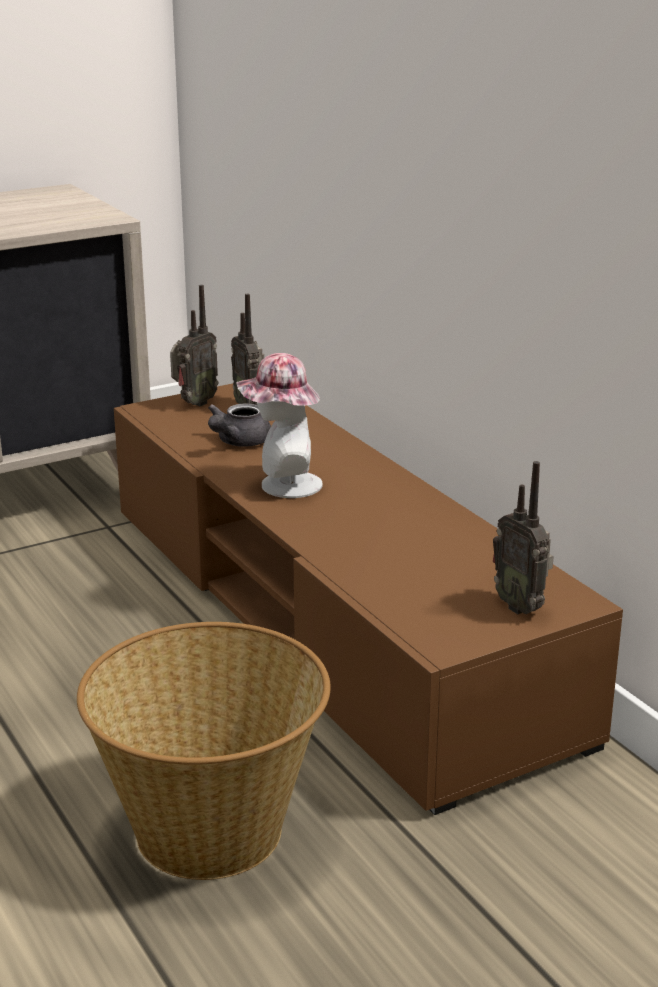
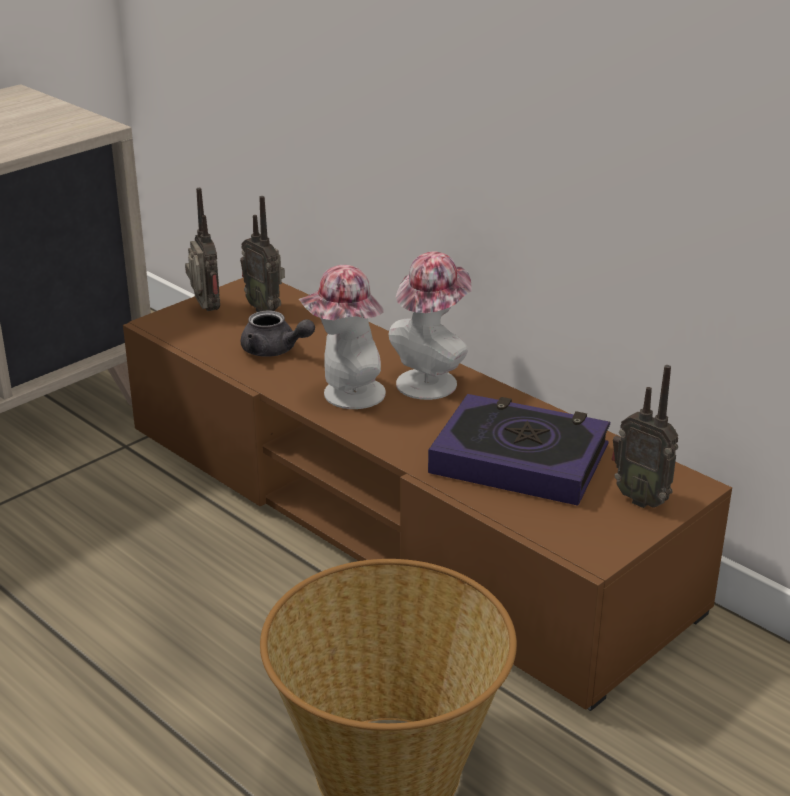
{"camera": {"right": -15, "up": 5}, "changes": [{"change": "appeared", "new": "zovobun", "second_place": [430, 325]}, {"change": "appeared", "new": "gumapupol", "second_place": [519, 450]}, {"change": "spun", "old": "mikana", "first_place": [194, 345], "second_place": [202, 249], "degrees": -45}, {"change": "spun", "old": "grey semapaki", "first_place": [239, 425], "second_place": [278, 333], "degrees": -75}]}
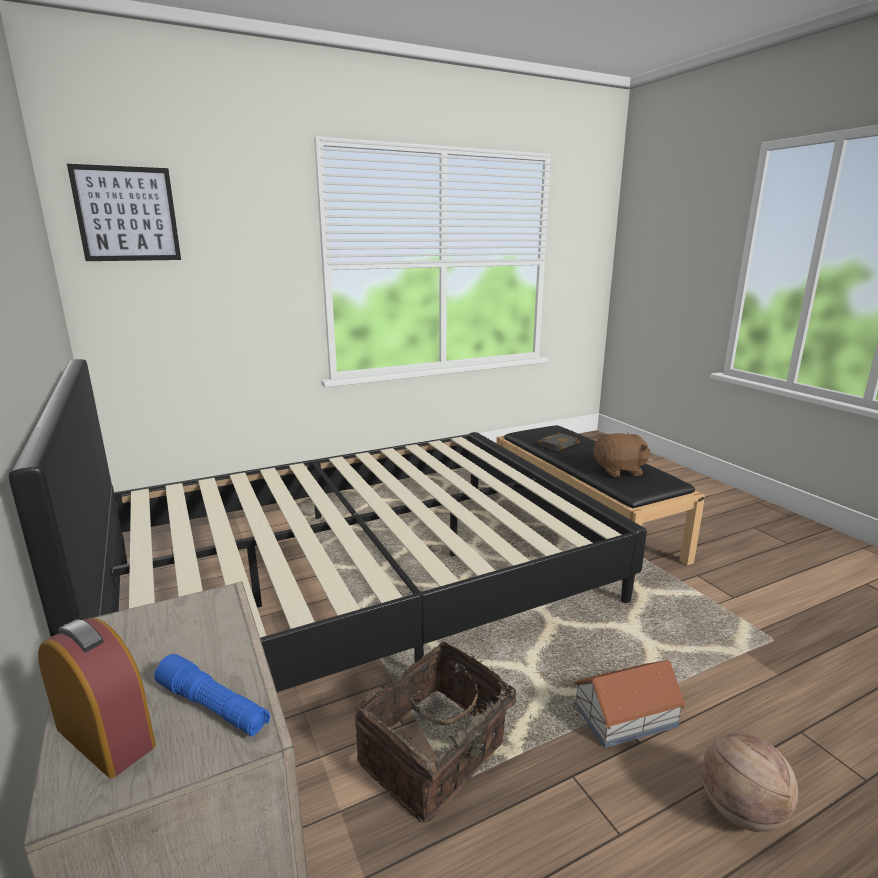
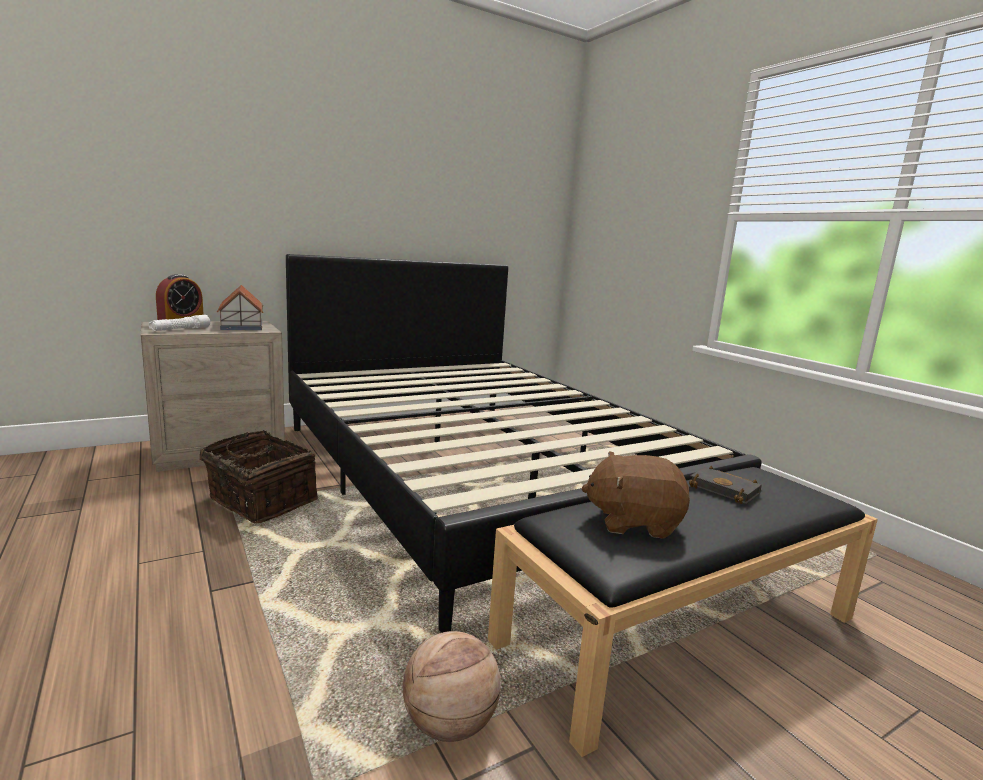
{"camera": {"right": 85, "up": -5}, "changes": [{"change": "missing", "old": "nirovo", "first_place": [124, 212]}, {"change": "relocated", "old": "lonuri", "first_place": [630, 704], "second_place": [240, 307]}, {"change": "relocated", "old": "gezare", "first_place": [750, 782], "second_place": [452, 686]}, {"change": "colour", "old": "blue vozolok", "new": "white vozolok", "first_place": [212, 695], "second_place": [179, 323]}, {"change": "spun", "old": "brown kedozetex", "first_place": [622, 455], "second_place": [636, 495], "degrees": 105}]}
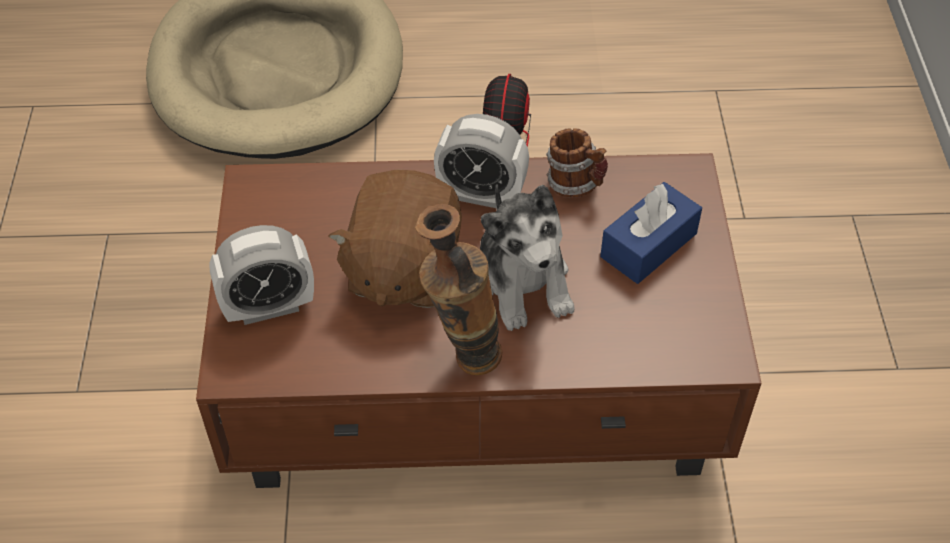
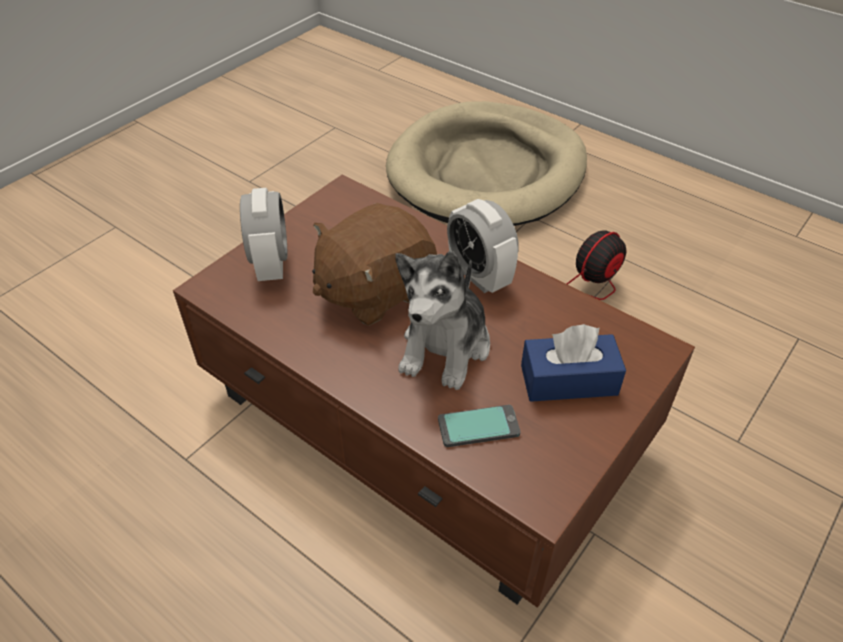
{"camera": {"right": 40, "up": -5}, "changes": [{"change": "missing", "old": "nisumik", "first_place": [458, 289]}, {"change": "missing", "old": "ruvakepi", "first_place": [577, 163]}, {"change": "appeared", "new": "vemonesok", "second_place": [479, 426]}, {"change": "spun", "old": "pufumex", "first_place": [261, 275], "second_place": [264, 234], "degrees": -120}]}
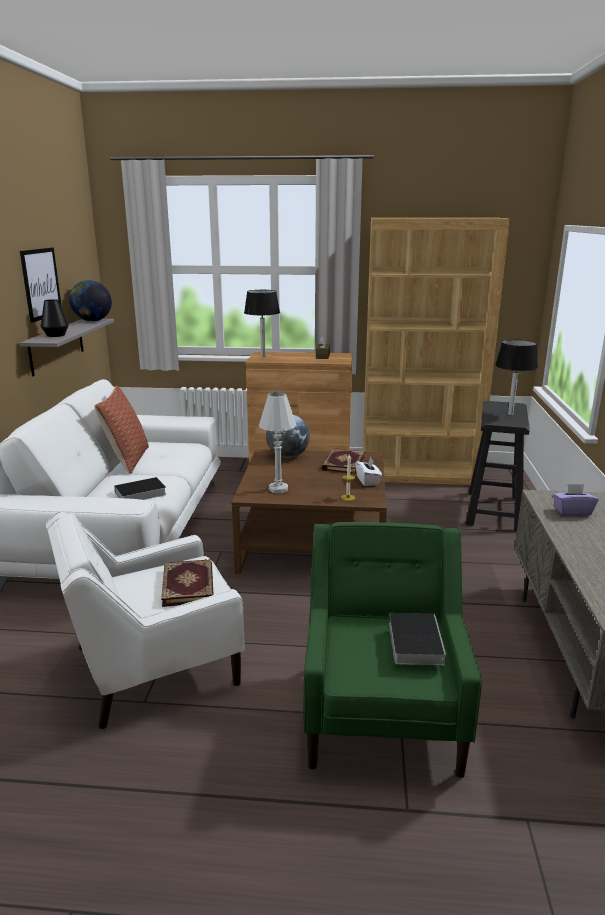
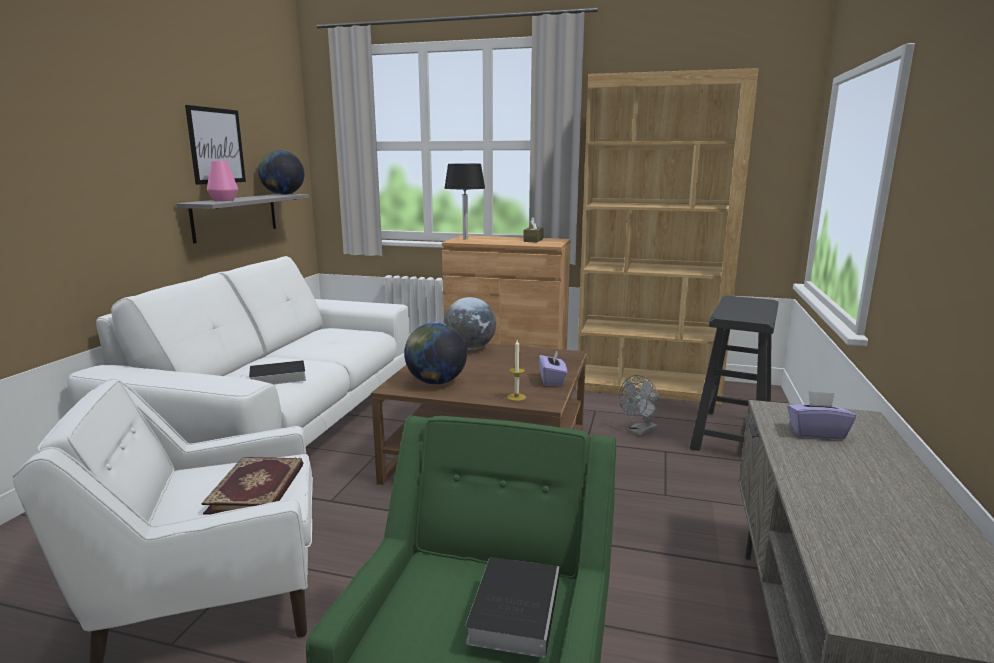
{"camera": {"right": 10, "up": -5}, "changes": [{"change": "missing", "old": "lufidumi", "first_place": [121, 430]}, {"change": "missing", "old": "gumapupol", "first_place": [343, 461]}, {"change": "missing", "old": "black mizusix", "first_place": [516, 377]}, {"change": "appeared", "new": "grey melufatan", "second_place": [639, 405]}, {"change": "exchanged", "old": "white mizusix", "new": "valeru", "first_place": [278, 442], "second_place": [435, 353]}, {"change": "colour", "old": "black nisumik", "new": "pink nisumik", "first_place": [55, 318], "second_place": [222, 181]}, {"change": "colour", "old": "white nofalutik", "new": "purple nofalutik", "first_place": [368, 471], "second_place": [553, 368]}]}
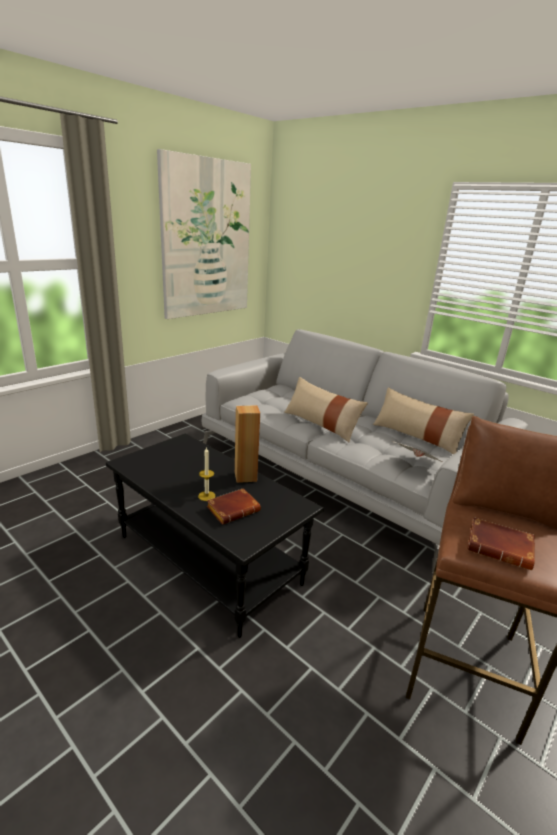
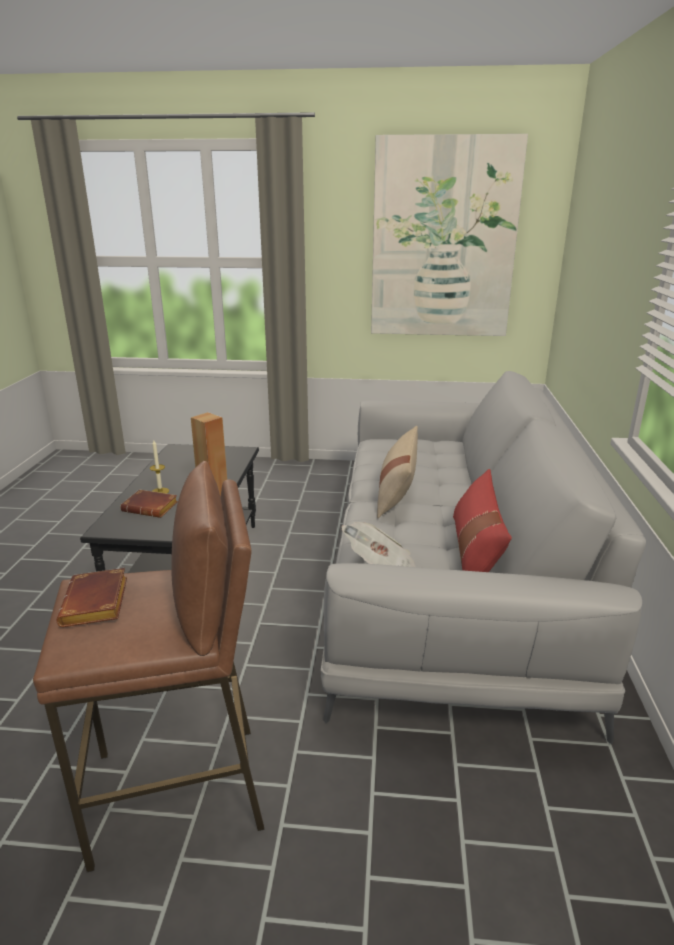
{"camera": {"right": 55, "up": 0}, "changes": [{"change": "colour", "old": "beige lufidumi", "new": "red lufidumi", "first_place": [423, 421], "second_place": [482, 520]}]}
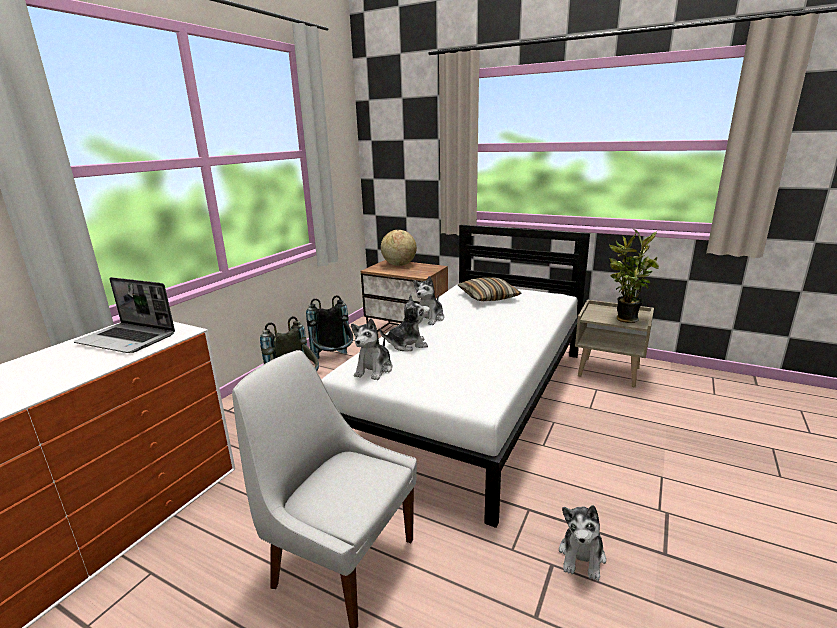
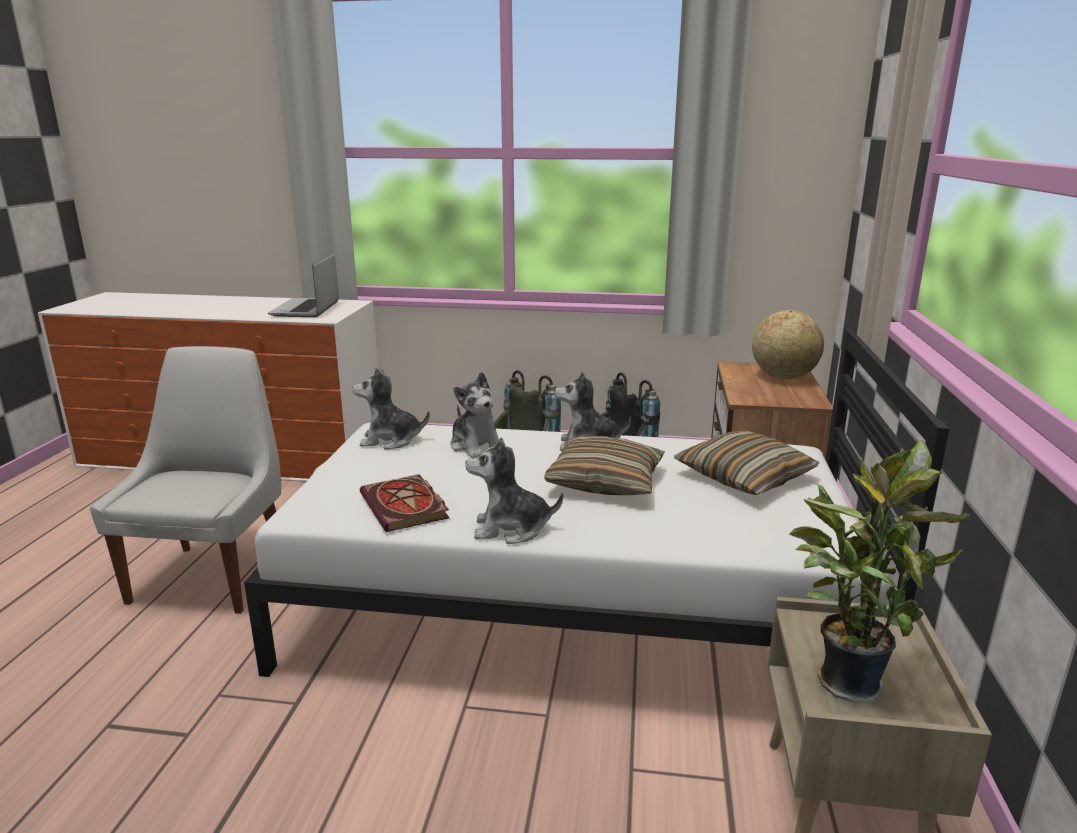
{"camera": {"right": 70, "up": 0}, "changes": [{"change": "appeared", "new": "gumapupol", "second_place": [404, 503]}, {"change": "appeared", "new": "lufidumi", "second_place": [604, 465]}, {"change": "relocated", "old": "kedozetex", "first_place": [582, 543], "second_place": [514, 490]}]}
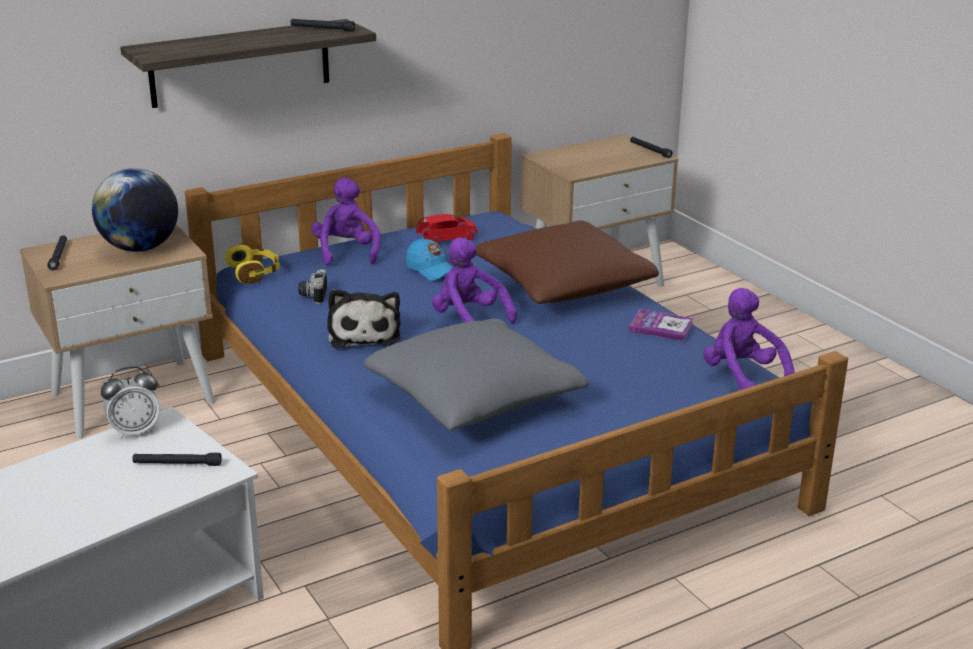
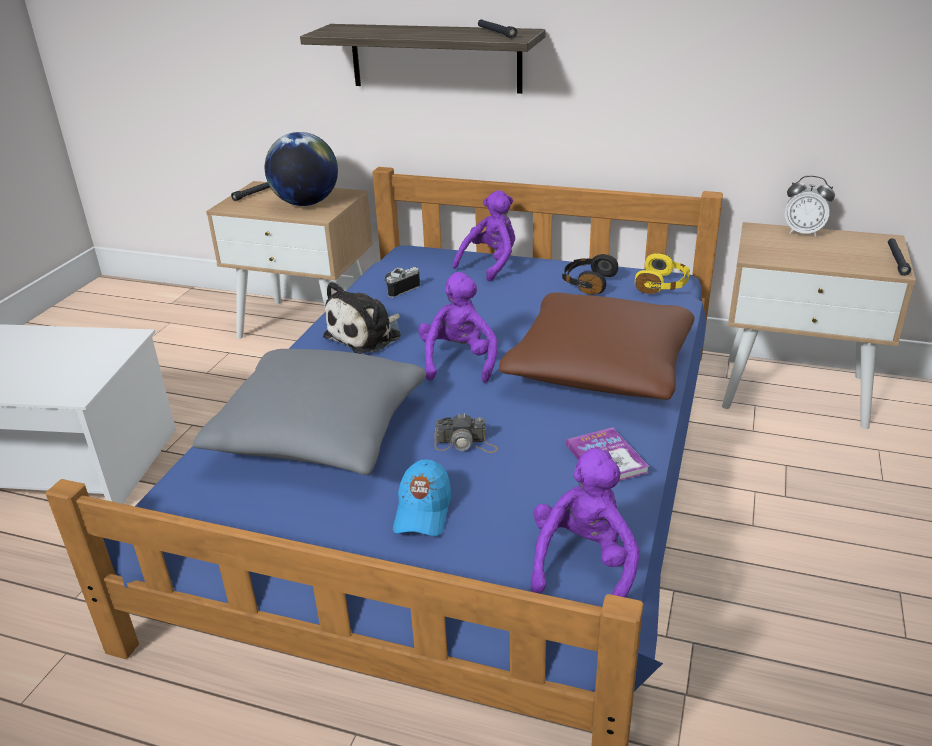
{"camera": {"right": 50, "up": 5}, "changes": [{"change": "missing", "old": "black vozolok", "first_place": [176, 459]}, {"change": "appeared", "new": "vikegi", "second_place": [466, 433]}, {"change": "relocated", "old": "pufumex", "first_place": [130, 402], "second_place": [810, 206]}, {"change": "relocated", "old": "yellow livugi", "first_place": [252, 264], "second_place": [662, 273]}, {"change": "relocated", "old": "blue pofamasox", "first_place": [429, 259], "second_place": [422, 498]}, {"change": "exchanged", "old": "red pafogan", "new": "black livugi", "first_place": [447, 228], "second_place": [590, 274]}]}
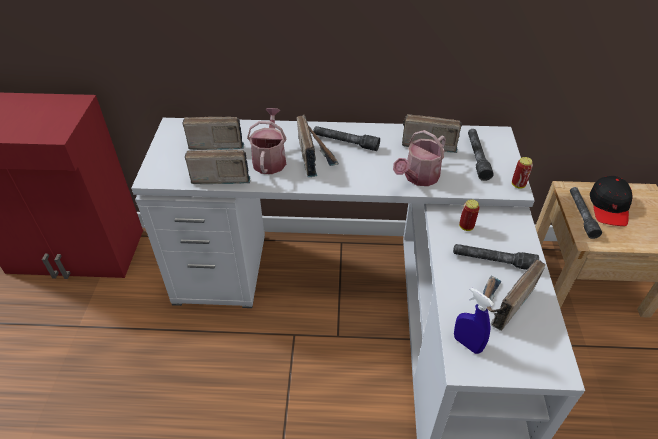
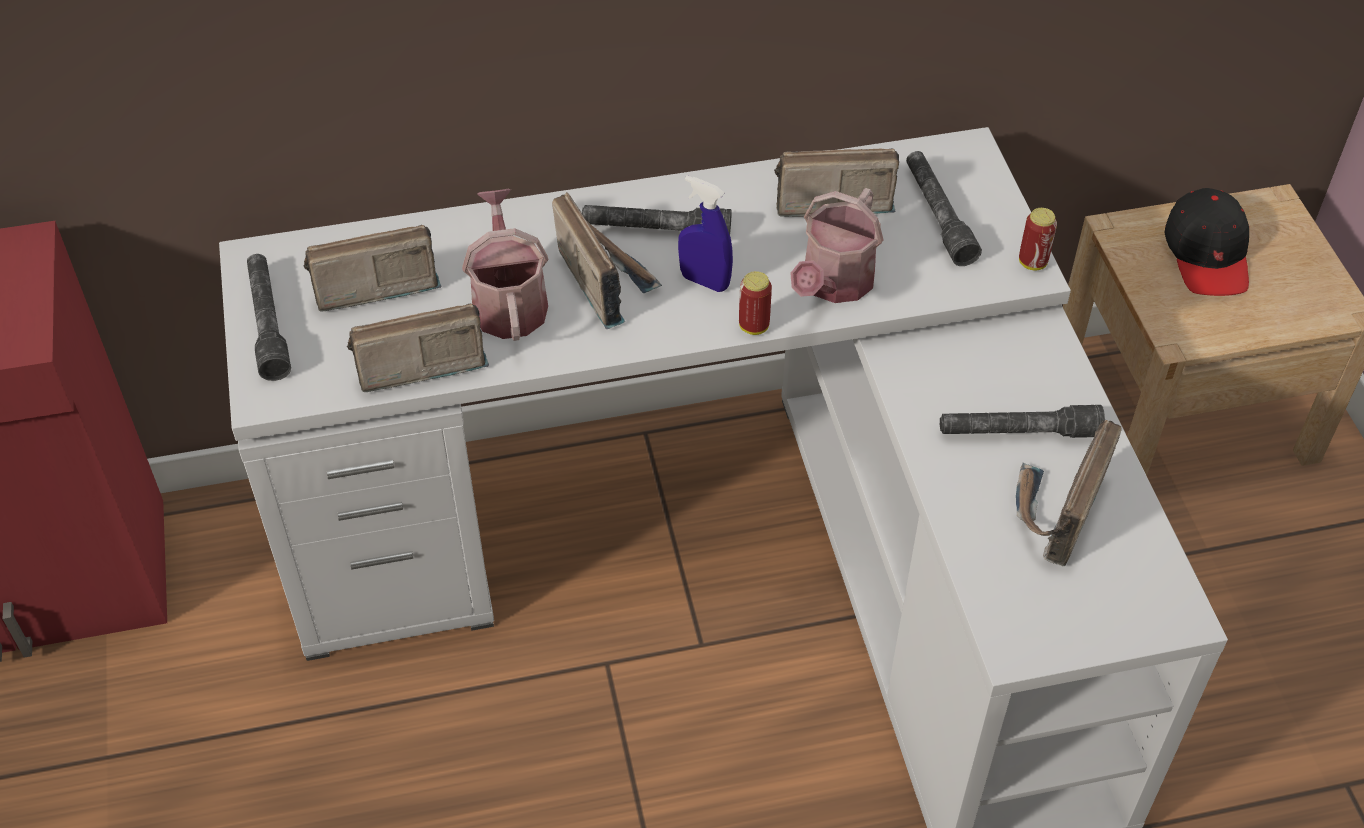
{"camera": {"right": -15, "up": 5}, "changes": [{"change": "relocated", "old": "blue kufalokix", "first_place": [474, 320], "second_place": [705, 233]}, {"change": "relocated", "old": "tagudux", "first_place": [469, 215], "second_place": [755, 303]}, {"change": "relocated", "old": "grey vozolok", "first_place": [586, 213], "second_place": [269, 317]}]}
